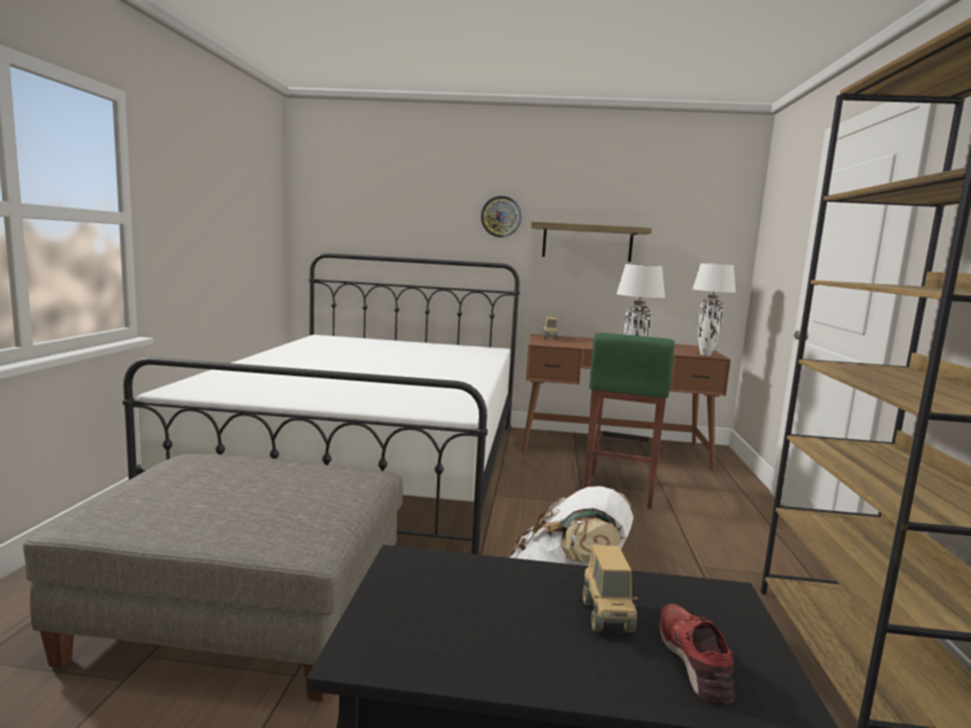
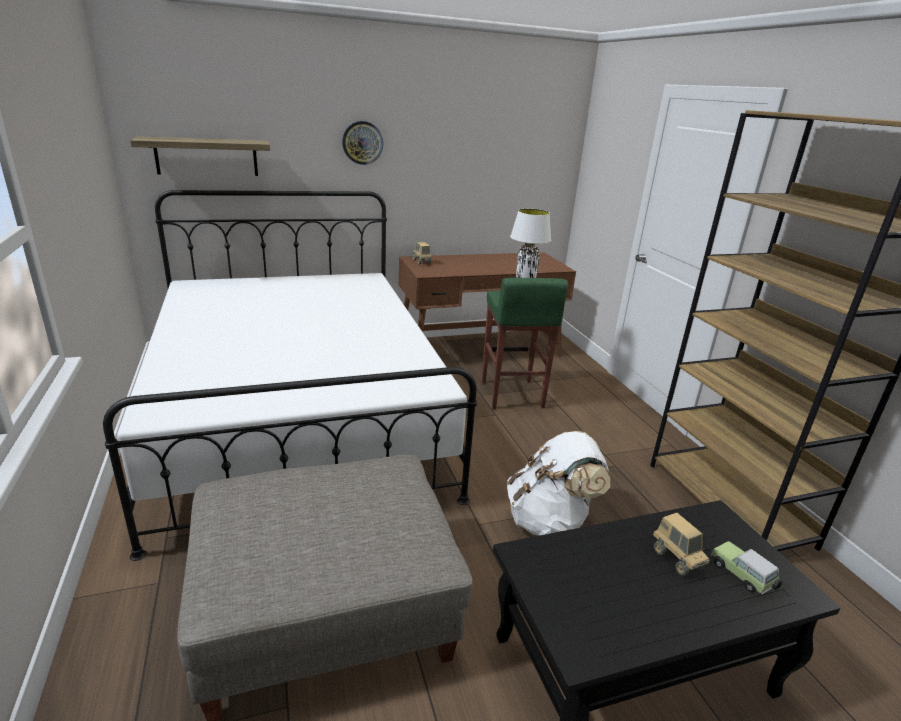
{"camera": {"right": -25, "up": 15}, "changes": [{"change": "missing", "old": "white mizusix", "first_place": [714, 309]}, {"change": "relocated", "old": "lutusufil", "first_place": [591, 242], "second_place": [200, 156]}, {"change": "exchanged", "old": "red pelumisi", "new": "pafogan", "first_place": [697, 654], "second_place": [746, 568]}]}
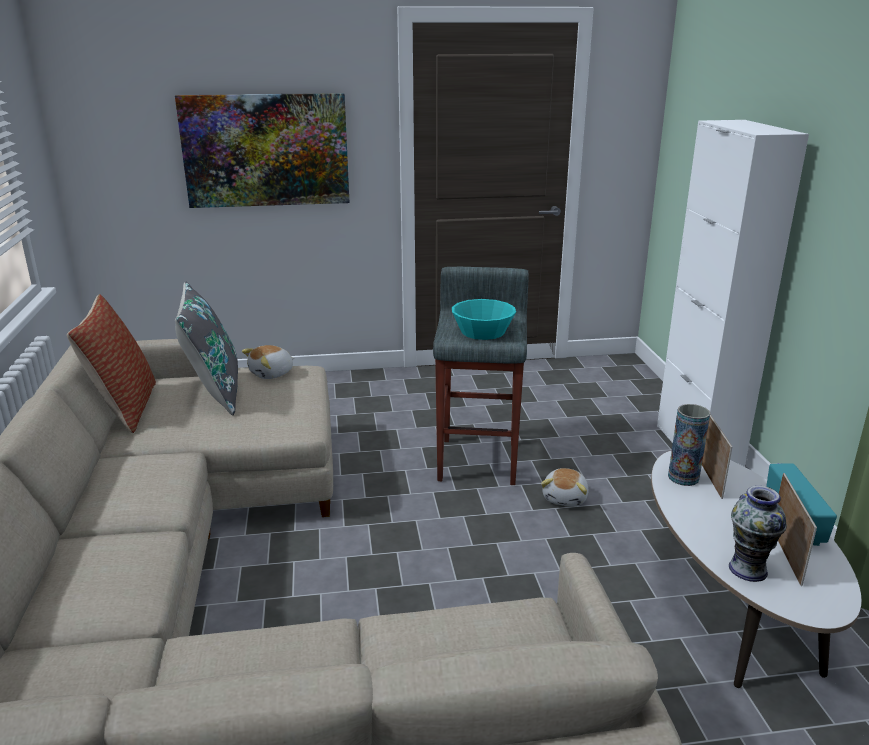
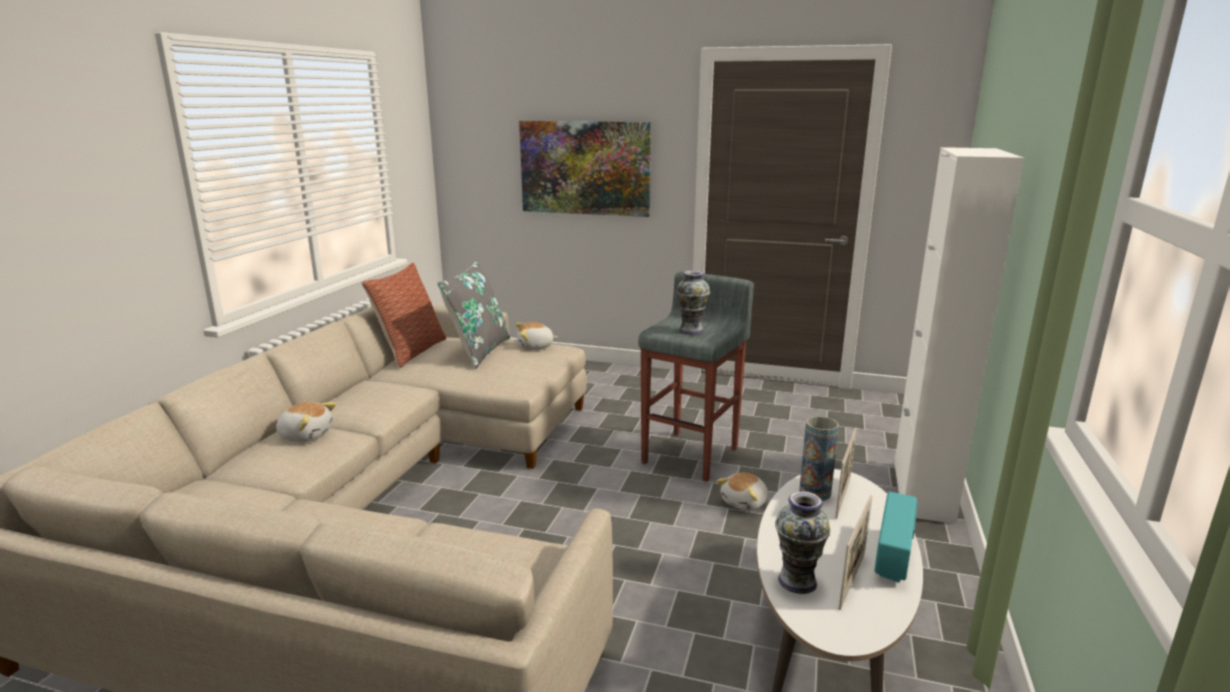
{"camera": {"right": 25, "up": -5}, "changes": [{"change": "appeared", "new": "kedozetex", "second_place": [306, 422]}, {"change": "exchanged", "old": "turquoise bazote", "new": "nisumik", "first_place": [484, 319], "second_place": [693, 302]}]}
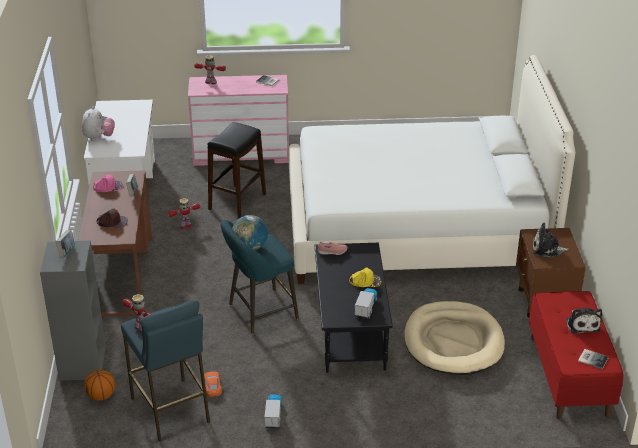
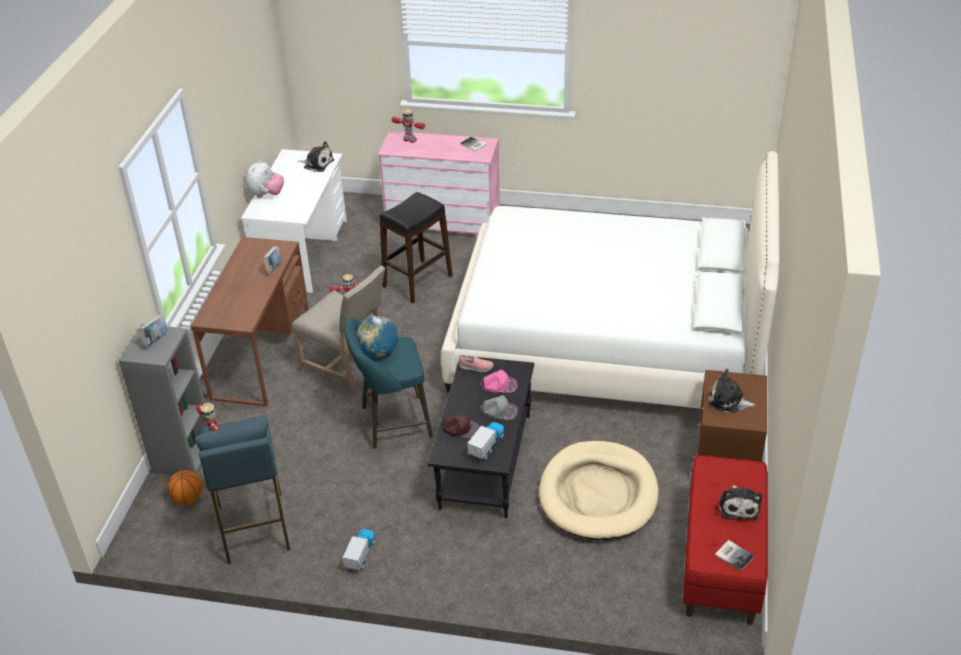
{"camera": {"right": 15, "up": 5}, "changes": [{"change": "missing", "old": "orange pafogan", "first_place": [213, 384]}, {"change": "appeared", "new": "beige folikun", "second_place": [339, 330]}, {"change": "appeared", "new": "kedozetex", "second_place": [316, 156]}, {"change": "relocated", "old": "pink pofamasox", "first_place": [108, 183], "second_place": [499, 381]}, {"change": "relocated", "old": "brown pofamasox", "first_place": [112, 218], "second_place": [461, 425]}, {"change": "colour", "old": "yellow pofamasox", "new": "grey pofamasox", "first_place": [365, 277], "second_place": [499, 407]}]}
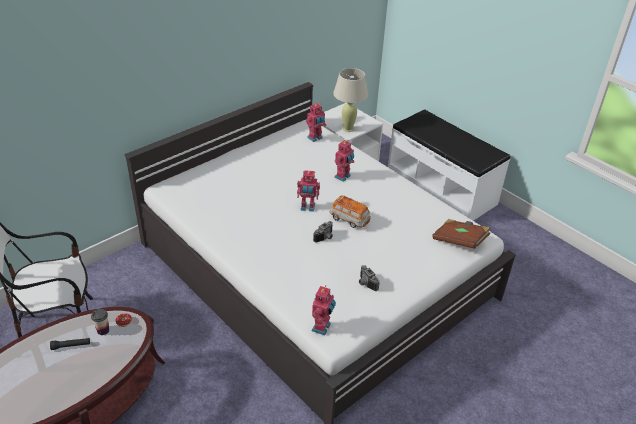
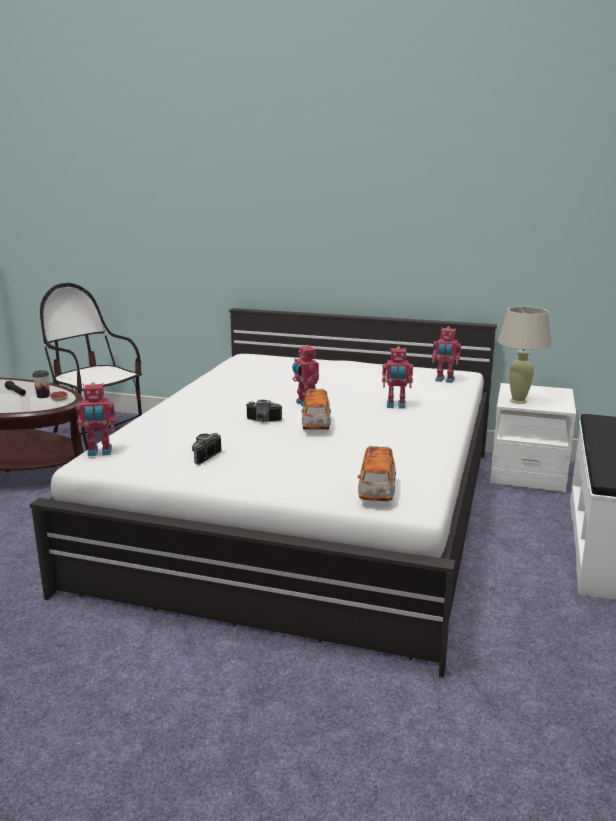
{"camera": {"right": 60, "up": -20}, "changes": [{"change": "exchanged", "old": "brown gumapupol", "new": "pafogan", "first_place": [461, 234], "second_place": [377, 473]}]}
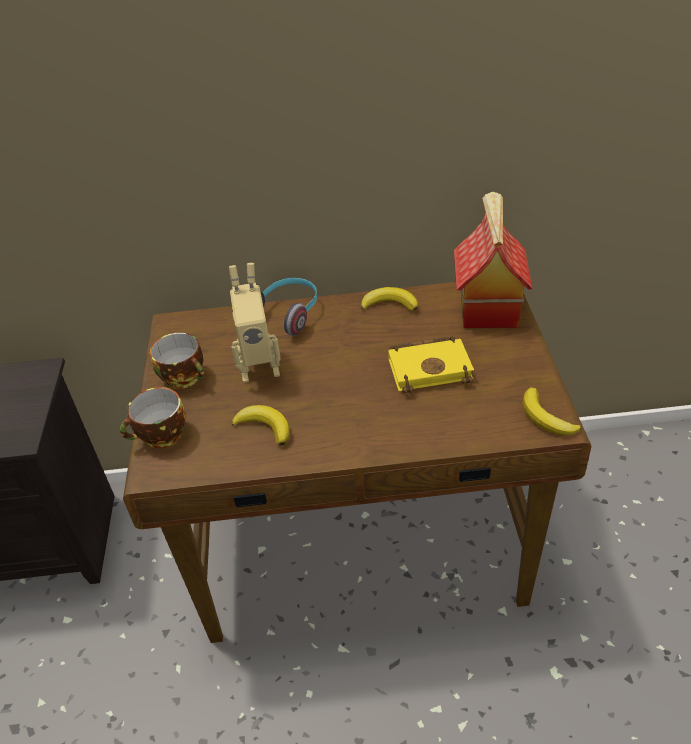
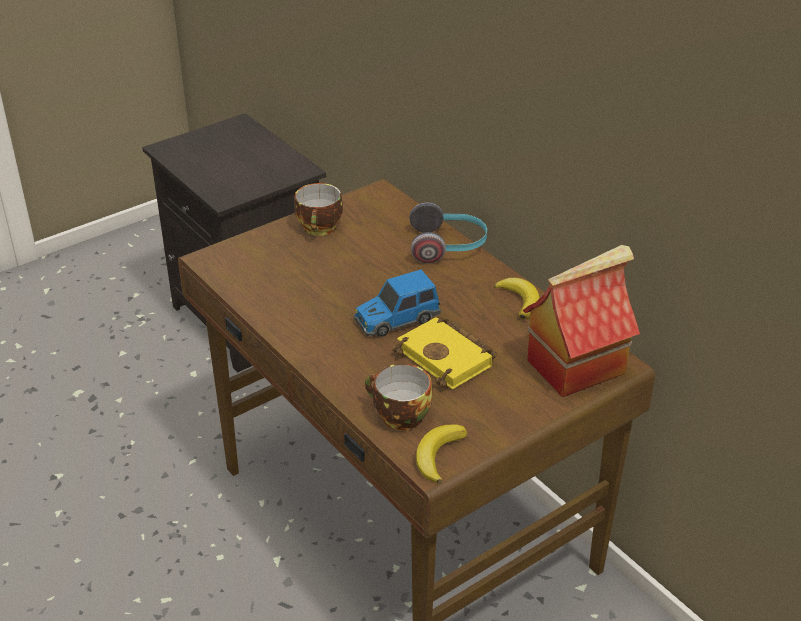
{"camera": {"right": 55, "up": -5}, "changes": [{"change": "missing", "old": "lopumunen", "first_place": [255, 323]}, {"change": "missing", "old": "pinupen", "first_place": [261, 425]}, {"change": "appeared", "new": "pafogan", "second_place": [397, 303]}, {"change": "relocated", "old": "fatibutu", "first_place": [153, 417], "second_place": [399, 397]}]}
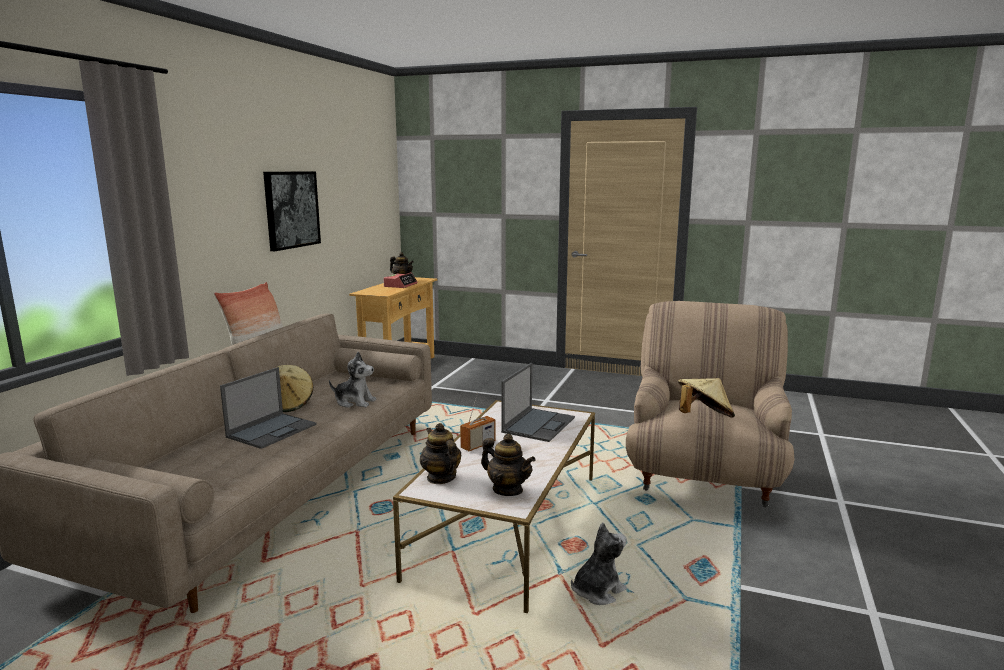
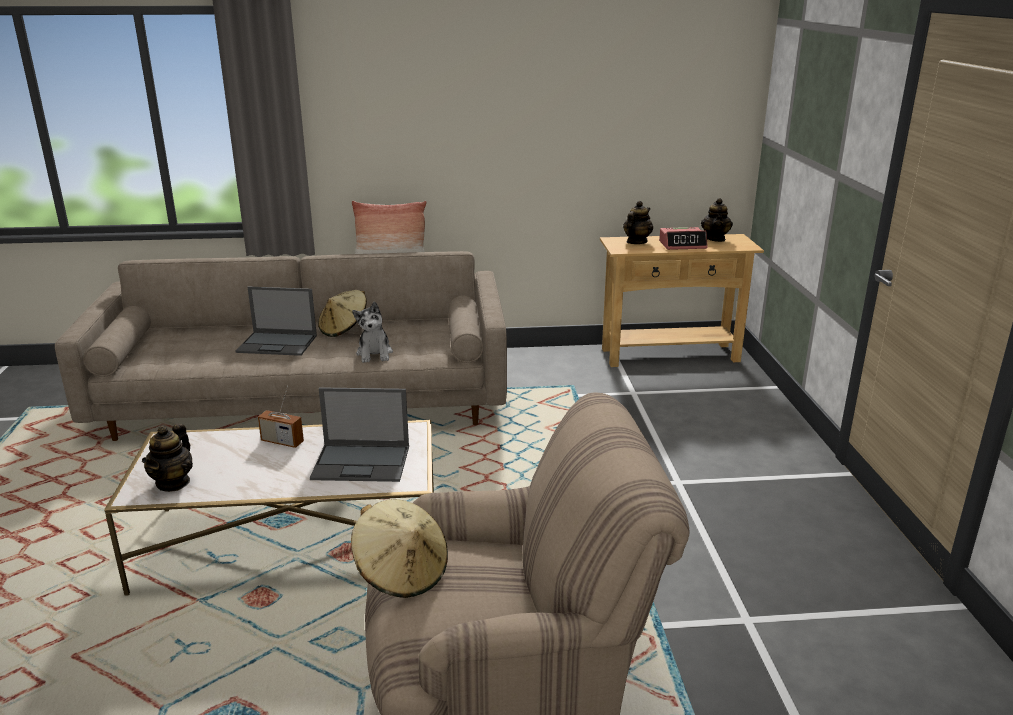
{"camera": {"right": 65, "up": 10}, "changes": [{"change": "missing", "old": "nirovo", "first_place": [292, 211]}, {"change": "missing", "old": "kedozetex", "first_place": [599, 563]}, {"change": "relocated", "old": "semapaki", "first_place": [440, 453], "second_place": [638, 222]}]}
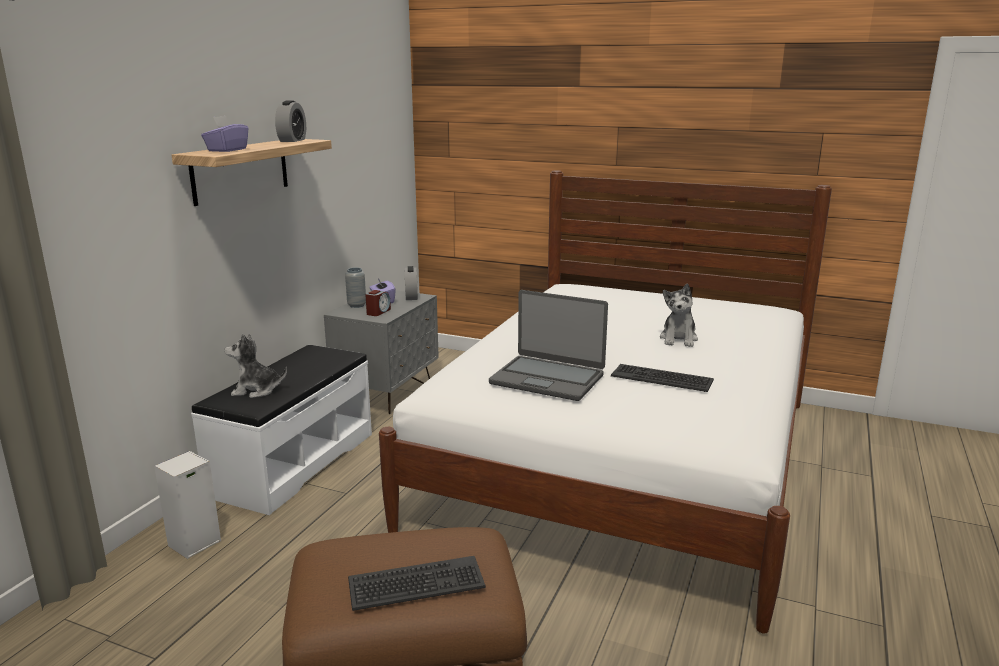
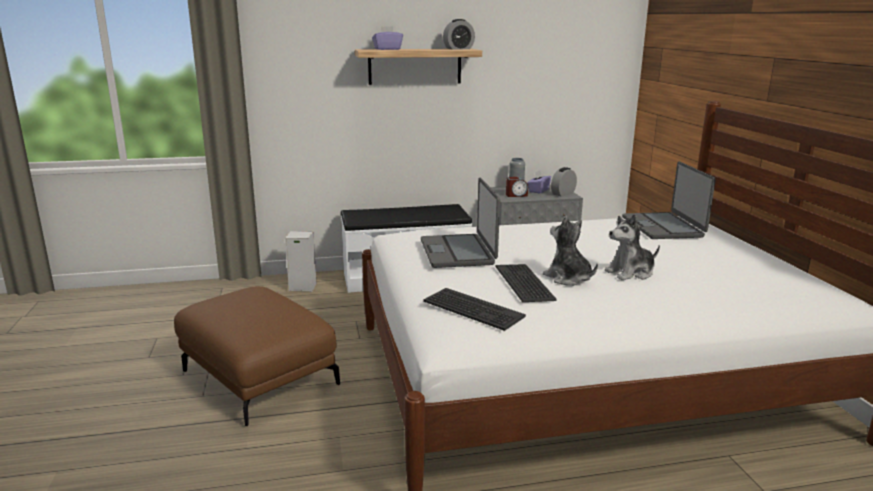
{"camera": {"right": 55, "up": 0}, "changes": [{"change": "appeared", "new": "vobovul", "second_place": [669, 200]}, {"change": "relocated", "old": "kedozetex", "first_place": [256, 366], "second_place": [570, 251]}, {"change": "relocated", "old": "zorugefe", "first_place": [417, 583], "second_place": [474, 309]}]}
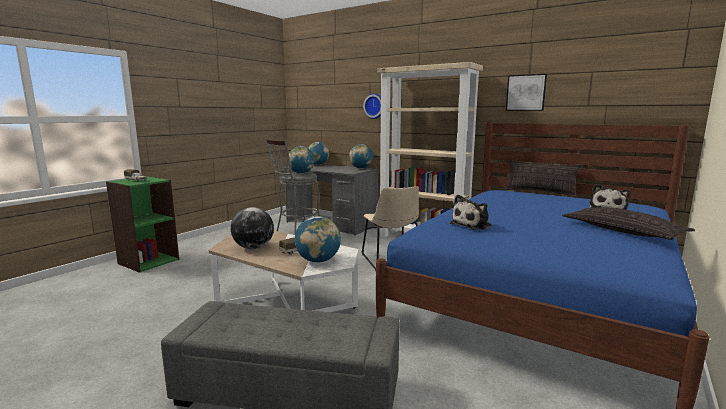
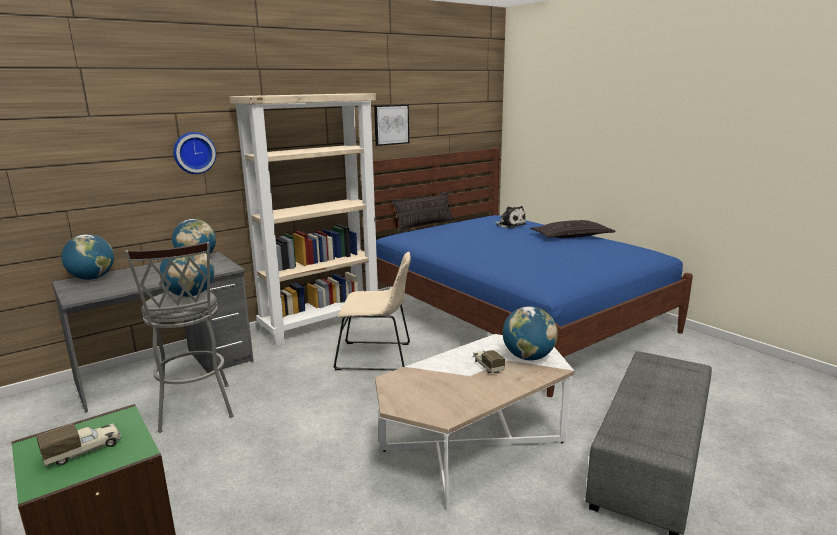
{"camera": {"right": -70, "up": 5}, "changes": [{"change": "missing", "old": "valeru", "first_place": [252, 228]}, {"change": "missing", "old": "kedozetex", "first_place": [471, 212]}]}
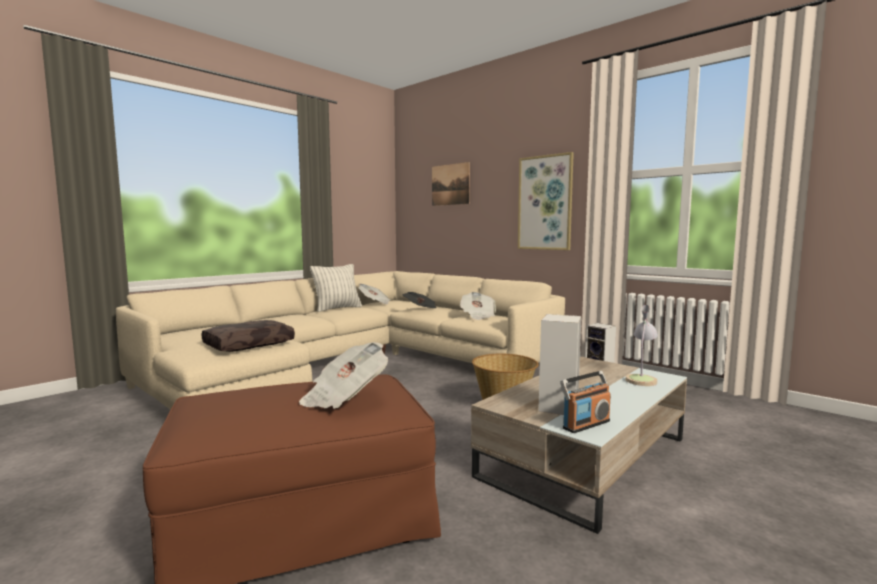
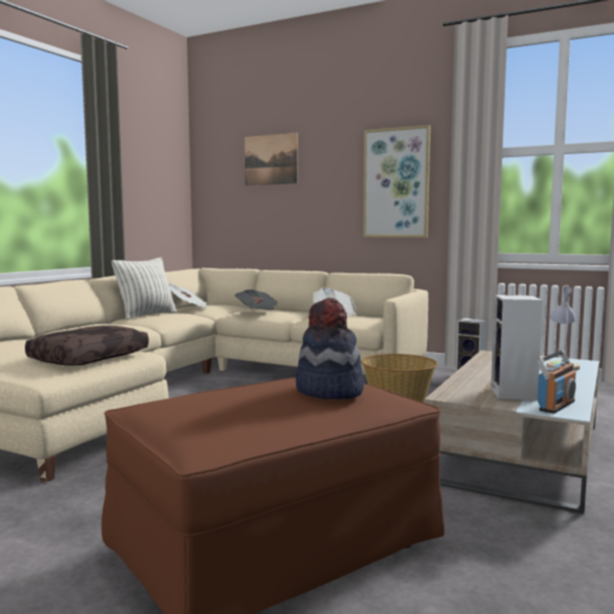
{"camera": {"right": -15, "up": 0}, "changes": [{"change": "exchanged", "old": "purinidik", "new": "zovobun", "first_place": [343, 375], "second_place": [330, 349]}]}
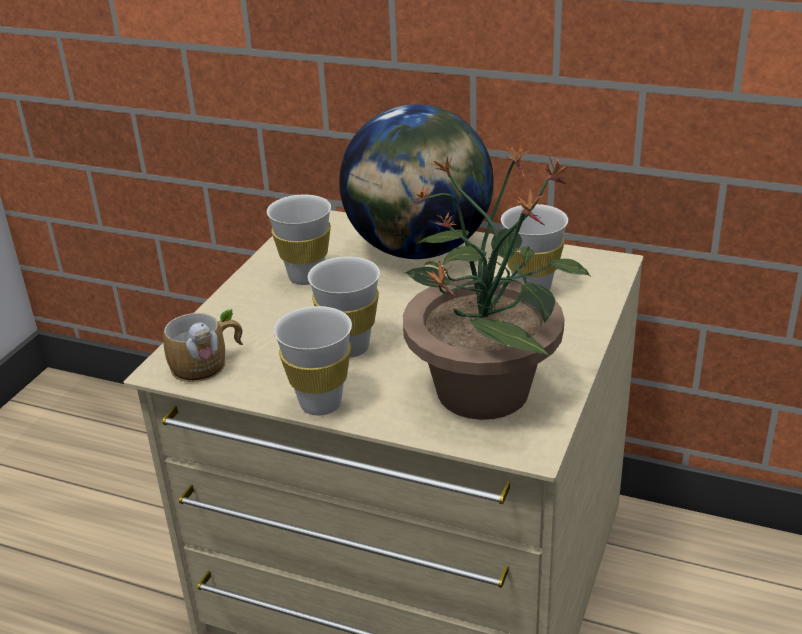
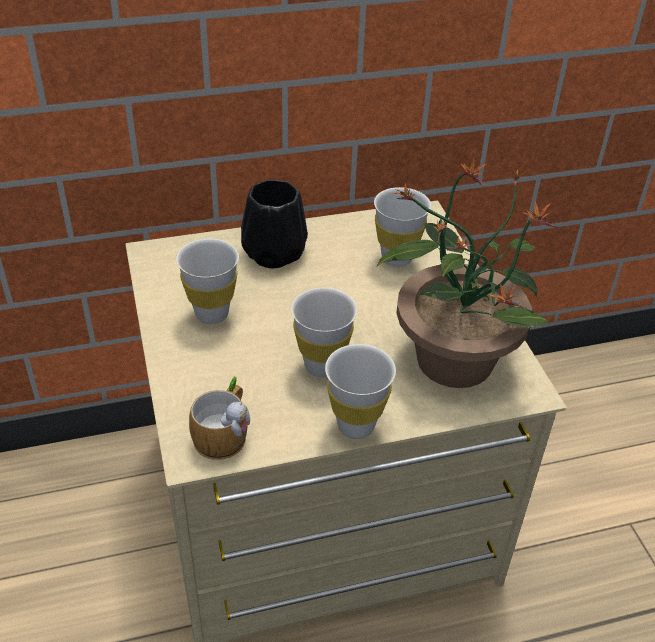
{"camera": {"right": -40, "up": 10}, "changes": [{"change": "exchanged", "old": "valeru", "new": "black nisumik", "first_place": [416, 181], "second_place": [274, 224]}]}
